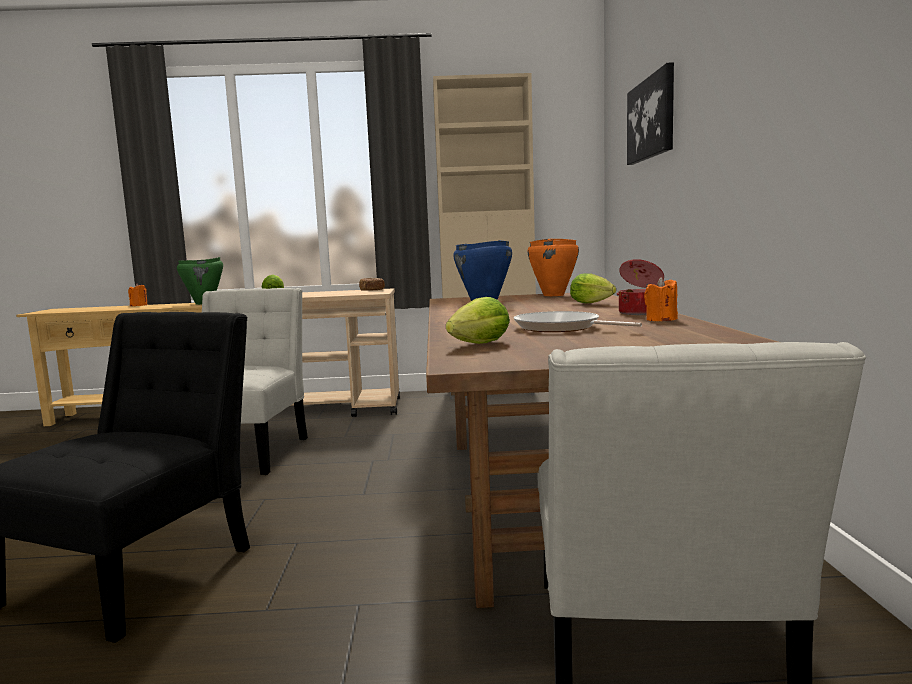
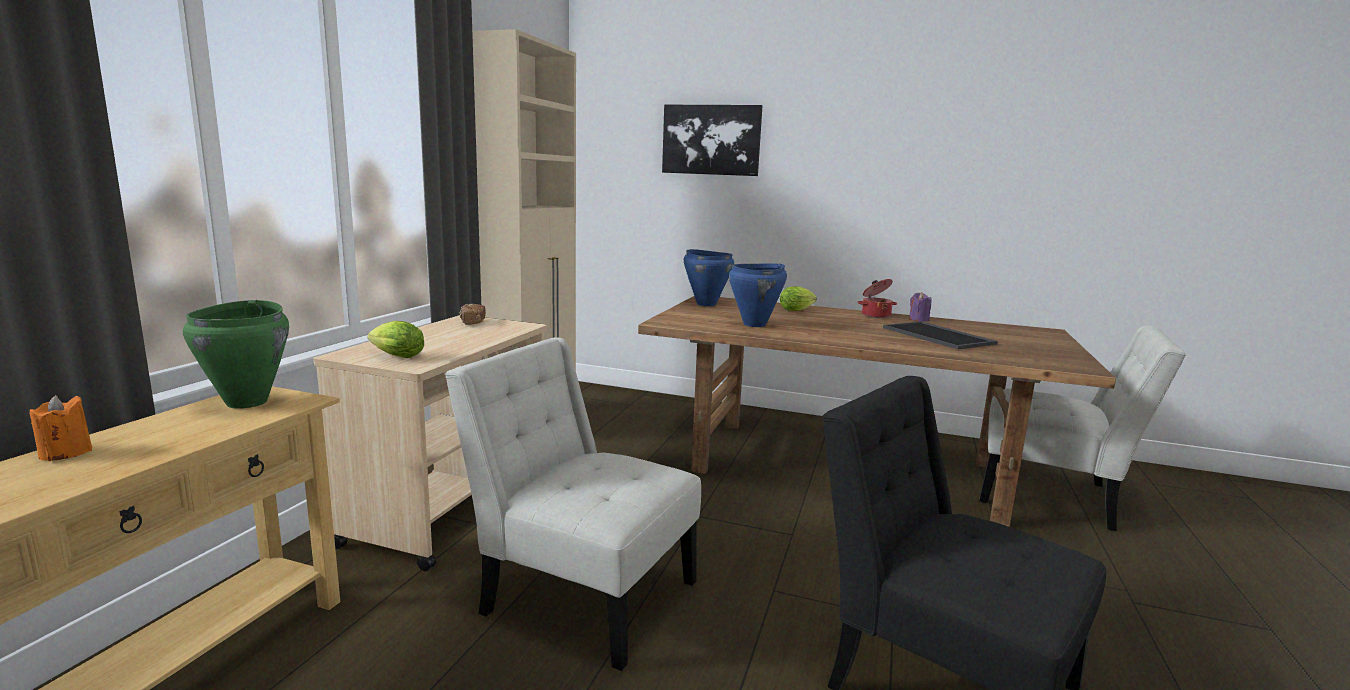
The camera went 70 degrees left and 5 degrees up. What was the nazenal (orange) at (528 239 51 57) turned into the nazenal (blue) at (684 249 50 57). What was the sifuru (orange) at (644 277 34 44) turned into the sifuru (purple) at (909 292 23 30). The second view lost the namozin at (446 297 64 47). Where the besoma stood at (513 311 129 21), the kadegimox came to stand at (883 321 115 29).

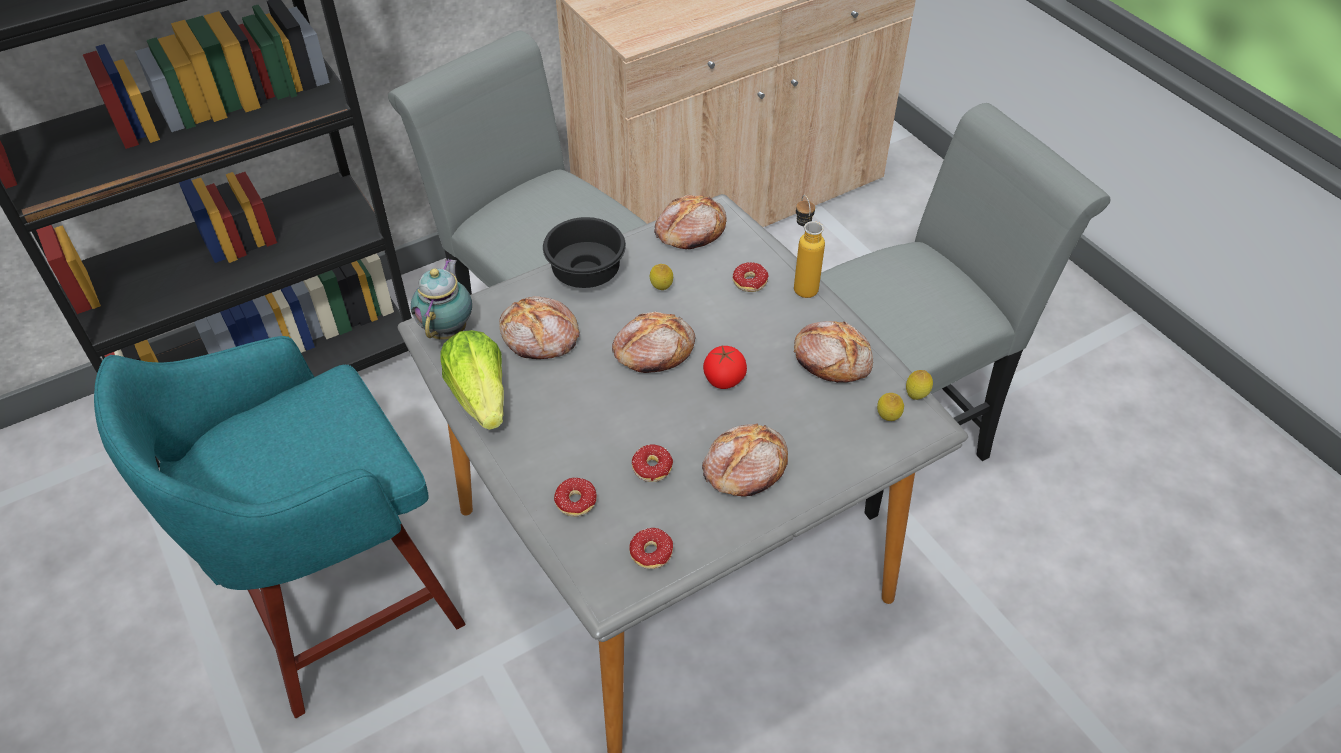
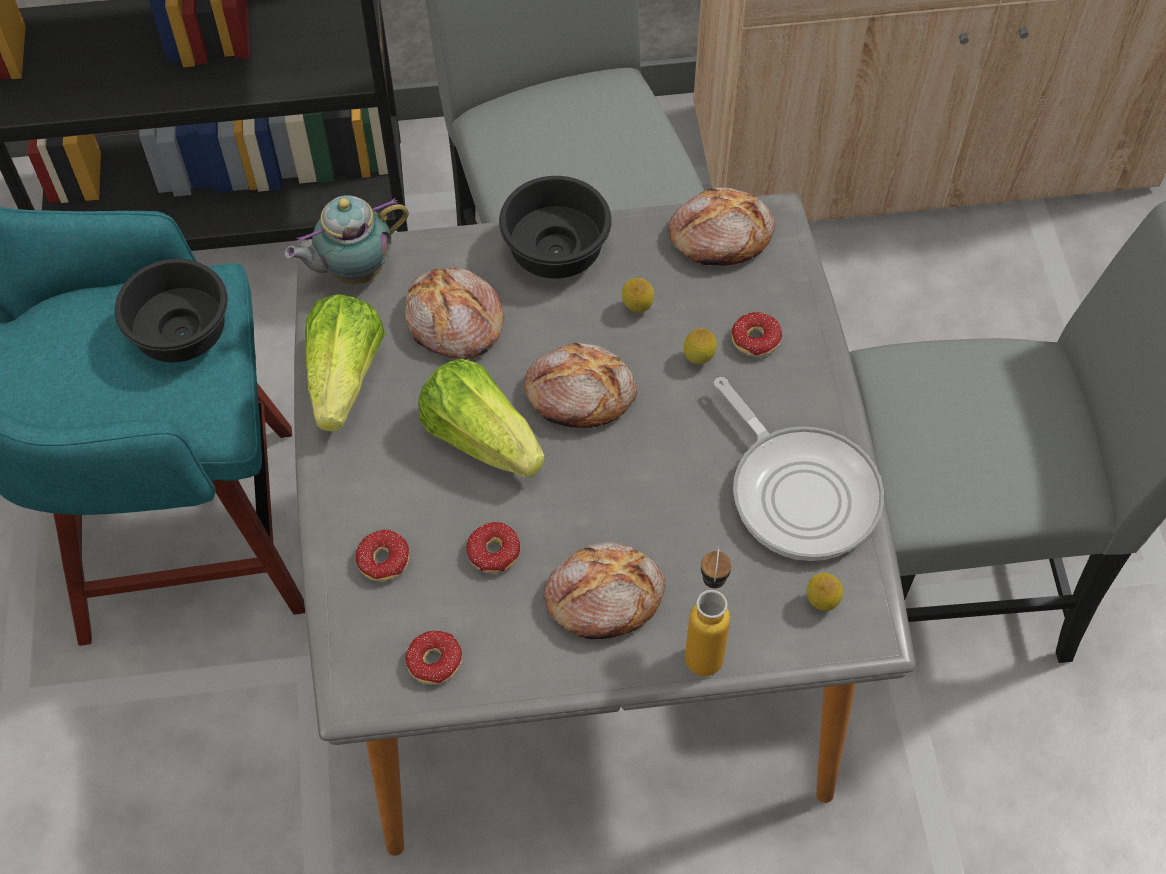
The camera went 25 degrees right and 10 degrees up. The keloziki ended up elsewhere, having gone from (794 195 31 103) to (685 546 46 130). The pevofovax at (411 259 61 81) ended up facing another way, 150 degrees counterclockwise from before. Where the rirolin stood at (794 321 79 62), the besoma came to stand at (714 377 170 184). The second view lost the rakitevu at (703 346 44 43). The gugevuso ended up elsewhere, having gone from (906 370 27 30) to (684 328 33 36). The second view gained the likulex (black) at (114 259 114 103). The second view gained the namozin at (418 358 127 120).

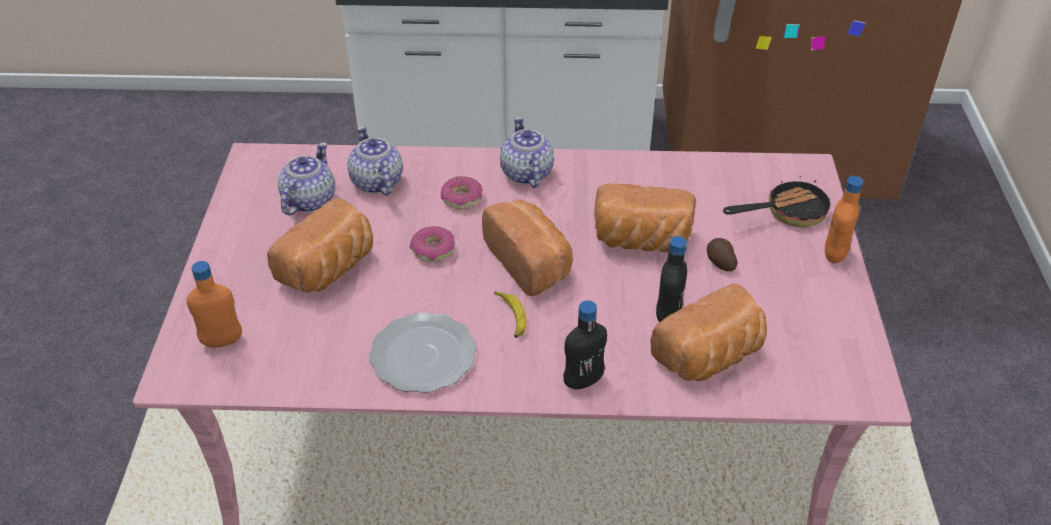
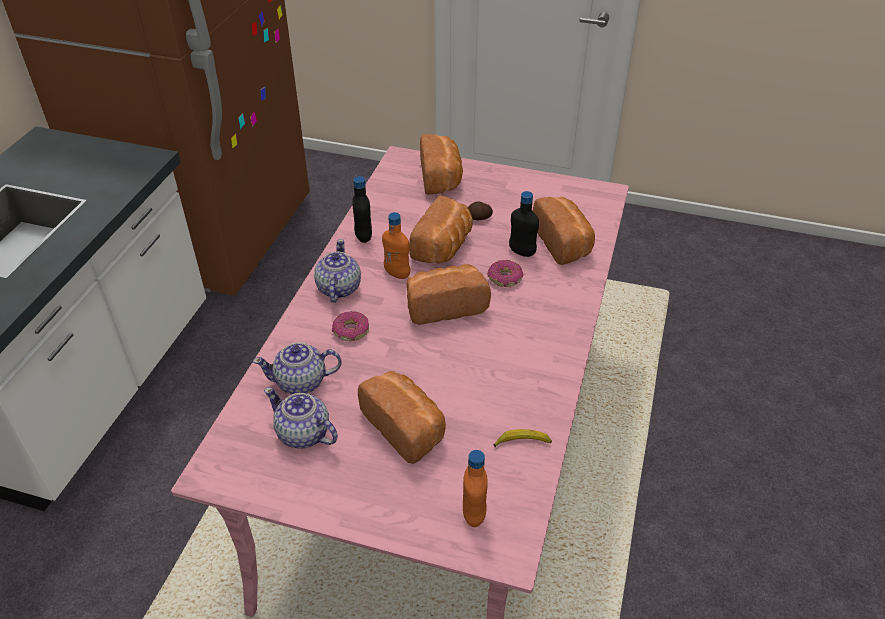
The camera went 75 degrees left and 0 degrees up. The pevofovax at (500 117 54 71) ended up facing another way, 90 degrees clockwise from before. Where the besoma stood at (723 176 107 51), the rirolin came to stand at (420 134 43 60). The keloziki (orange) ended up elsewhere, having gone from (825 176 38 87) to (382 212 28 67). The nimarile ended up elsewhere, having gone from (410 226 45 36) to (487 260 37 27). The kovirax ended up elsewhere, having gone from (494 291 32 47) to (494 429 58 18). The keloziki (black) ended up elsewhere, having gone from (563 300 44 90) to (352 176 20 67). The second view lost the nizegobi at (369 312 108 81).

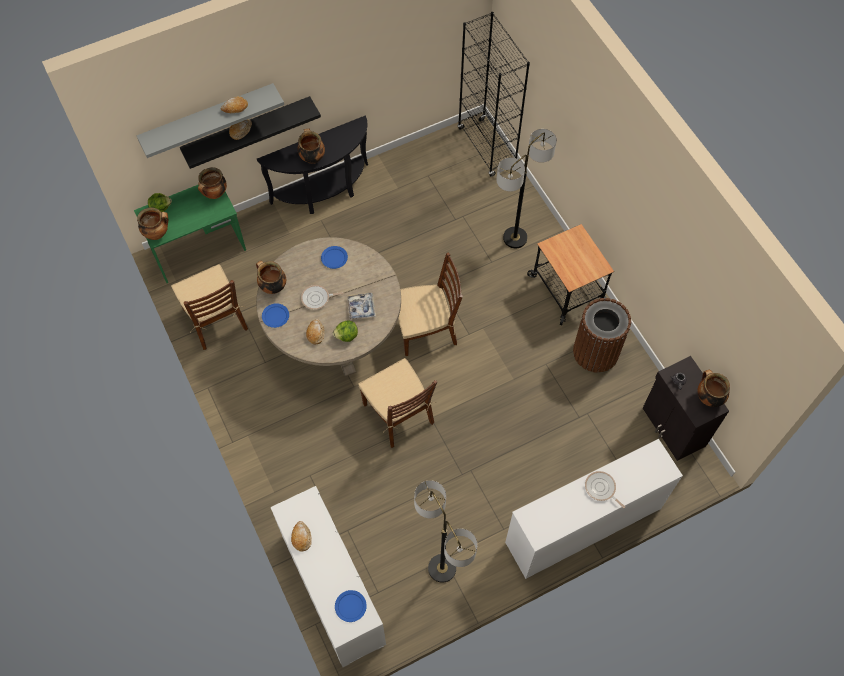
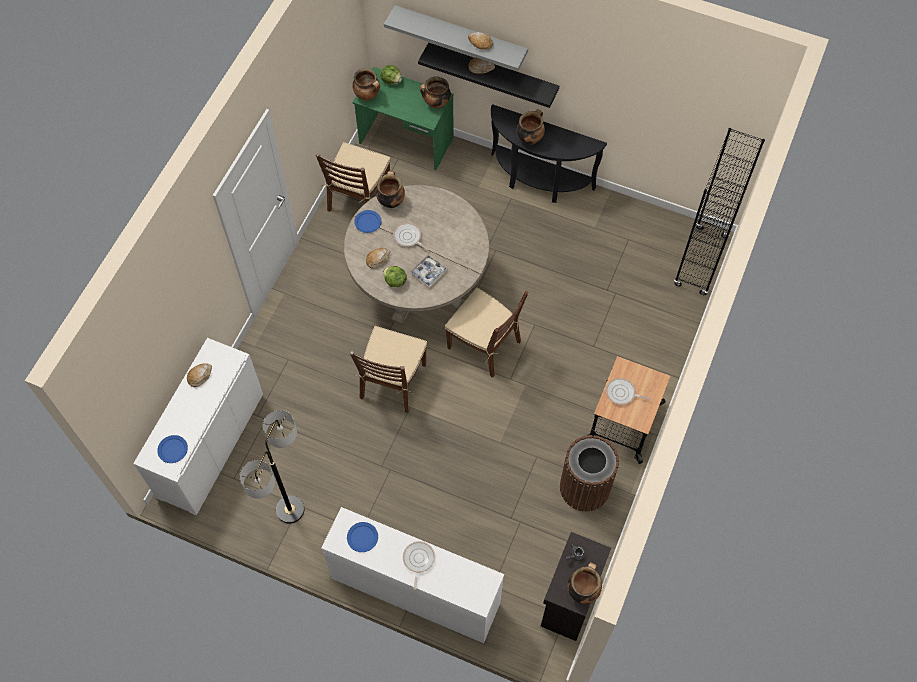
The camera went 50 degrees right and 0 degrees up. The second view lost the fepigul at (496 129 61 119). The nizegobi (blue) ended up elsewhere, having gone from (321 246 27 23) to (347 522 31 30). The second view gained the besoma at (606 378 45 27).

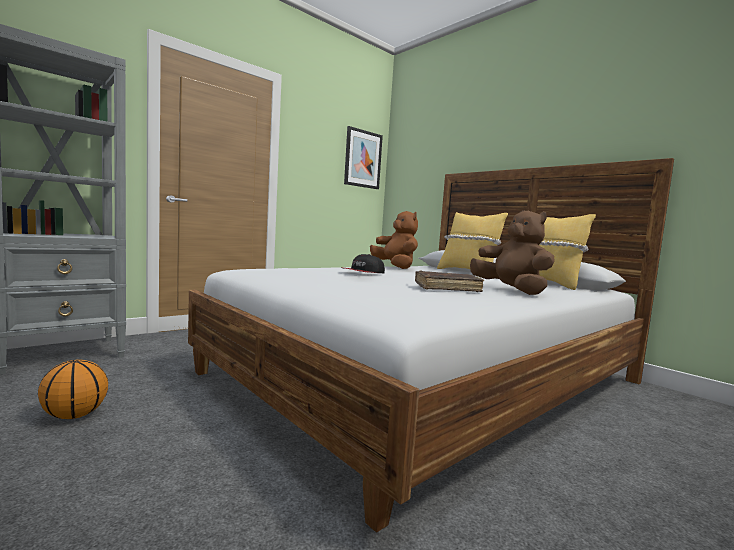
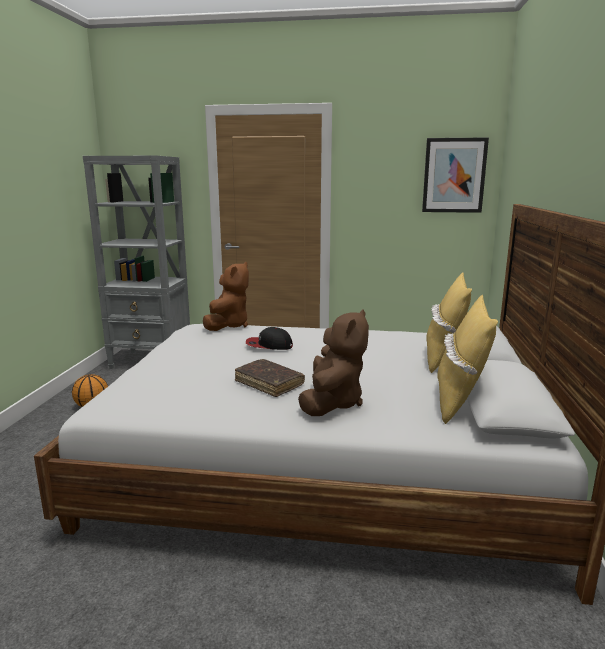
The camera went 50 degrees right and 10 degrees up. The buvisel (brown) ended up elsewhere, having gone from (370 211 48 58) to (203 262 46 69).

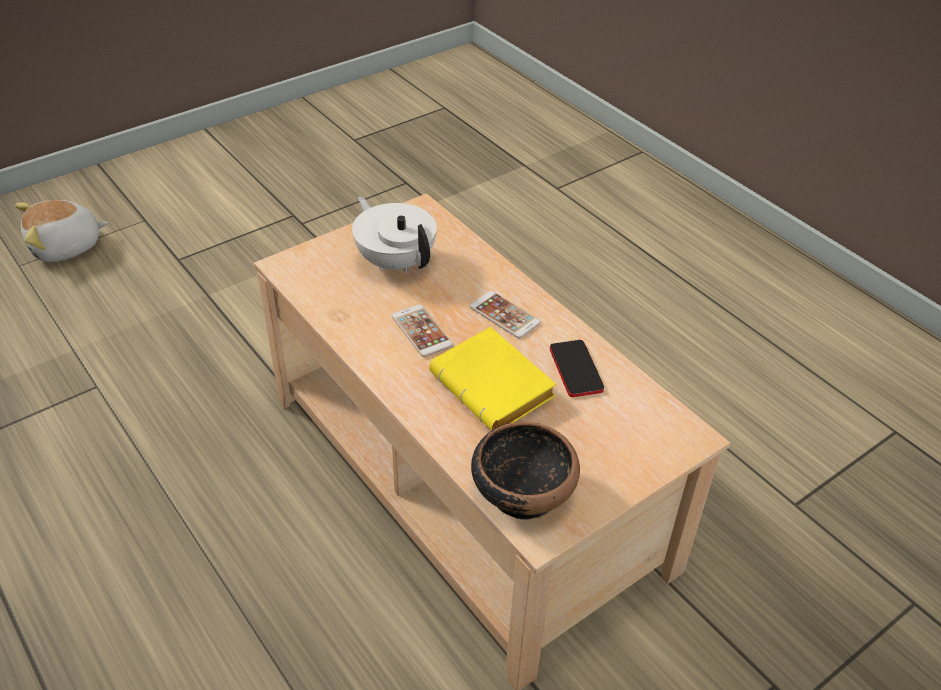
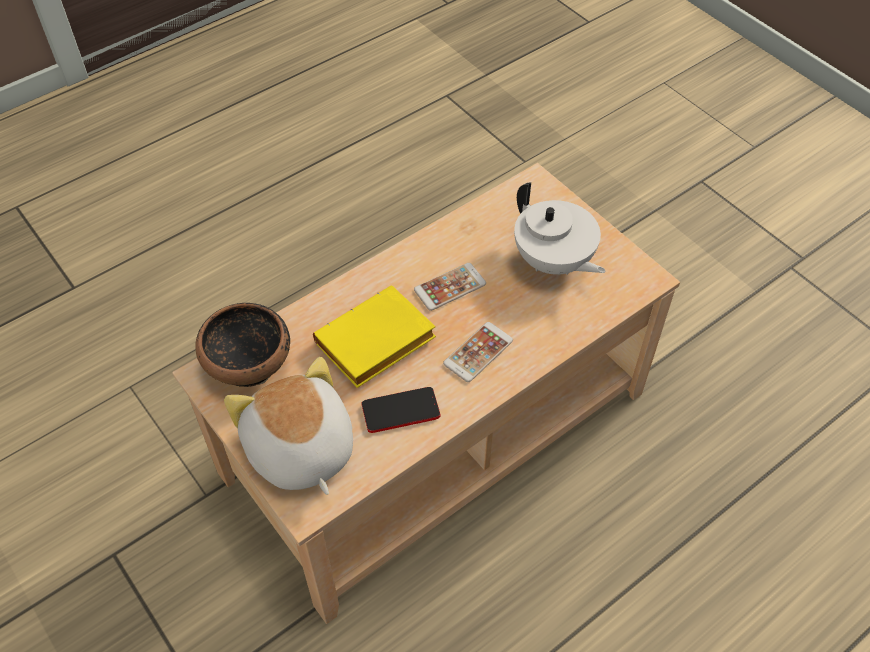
The camera went 90 degrees right and 10 degrees up. The pevofovax (white) at (352 196 85 77) ended up facing another way, 90 degrees clockwise from before. The buvisel ended up elsewhere, having gone from (15 200 93 62) to (224 357 129 138).

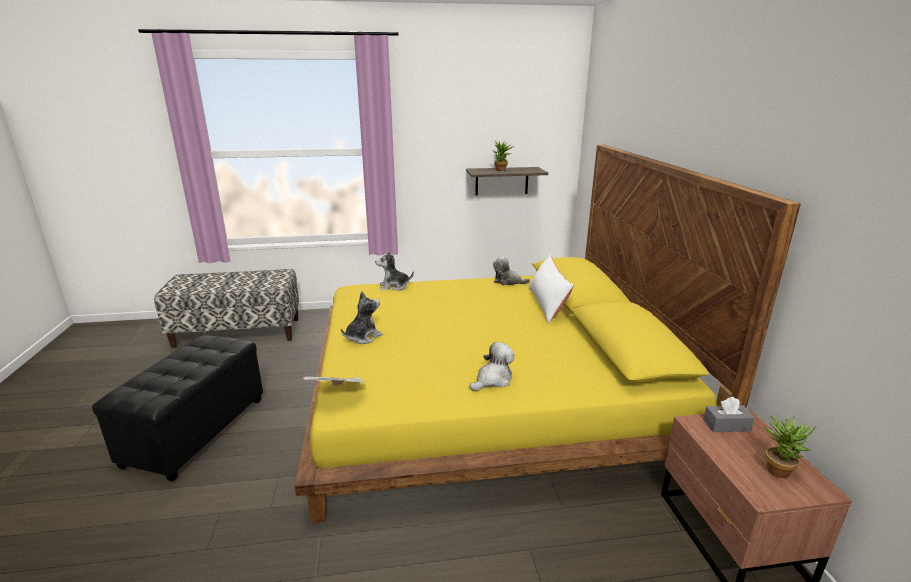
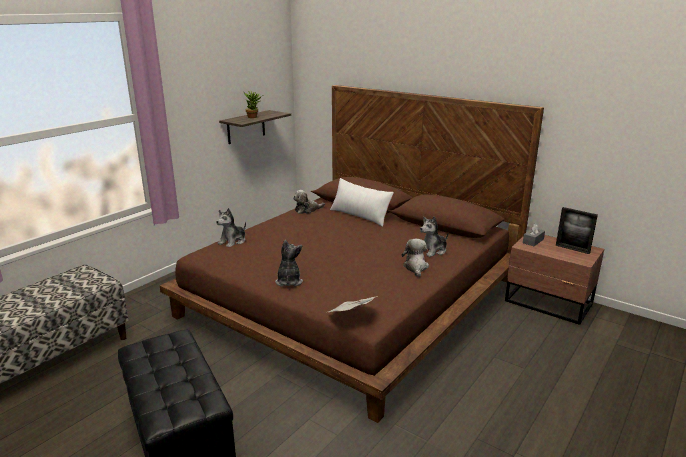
The camera went 45 degrees left and 0 degrees up. What was the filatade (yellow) at (295 145 506 378) turned into the filatade (brown) at (160 85 384 338). Where the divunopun stood at (764 415 52 63), the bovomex came to stand at (556 207 42 47). The second view gained the buvisel at (420 216 29 41).

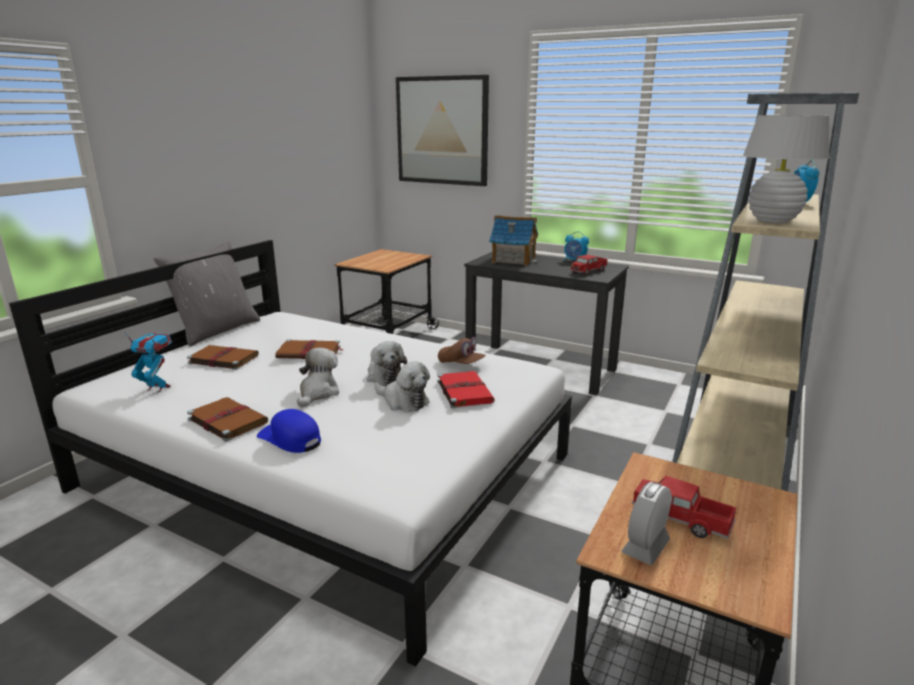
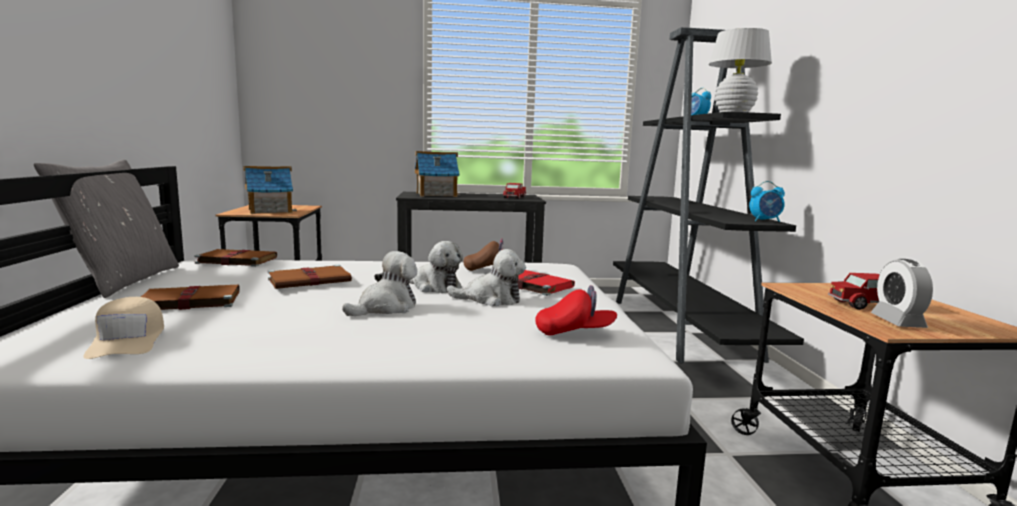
The camera went 35 degrees left and 10 degrees down. The second view lost the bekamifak at (396 75 93 111). What was the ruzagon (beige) at (672 93 187 398) turned into the ruzagon (black) at (613 27 191 337). The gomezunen ended up elsewhere, having gone from (564 232 25 28) to (749 181 36 41). Where the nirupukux stood at (124 332 48 61), the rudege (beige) came to stand at (84 297 80 62). The buvisel at (297 348 42 60) ended up facing another way, 60 degrees clockwise from before. The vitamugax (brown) ended up elsewhere, having gone from (187 397 81 45) to (193 249 84 18). The second view lost the rudege (blue) at (257 409 64 44). The second view gained the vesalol at (243 166 54 48). The second view gained the rudege (red) at (535 285 82 50).

